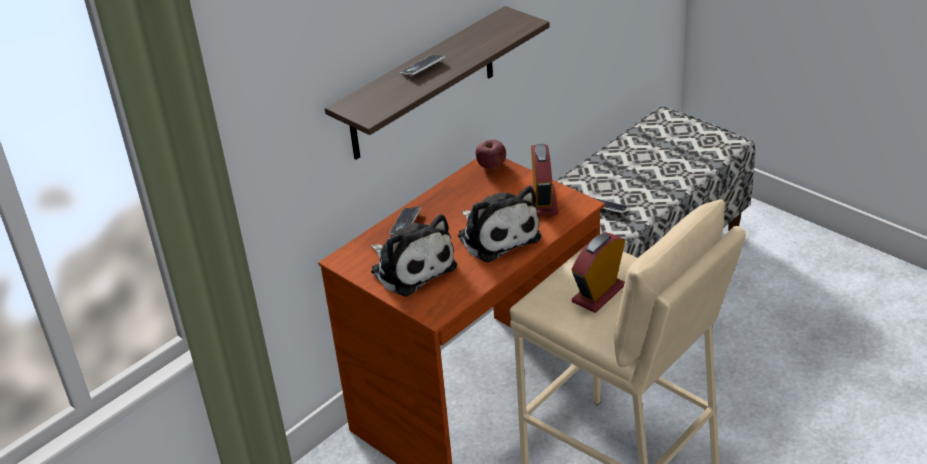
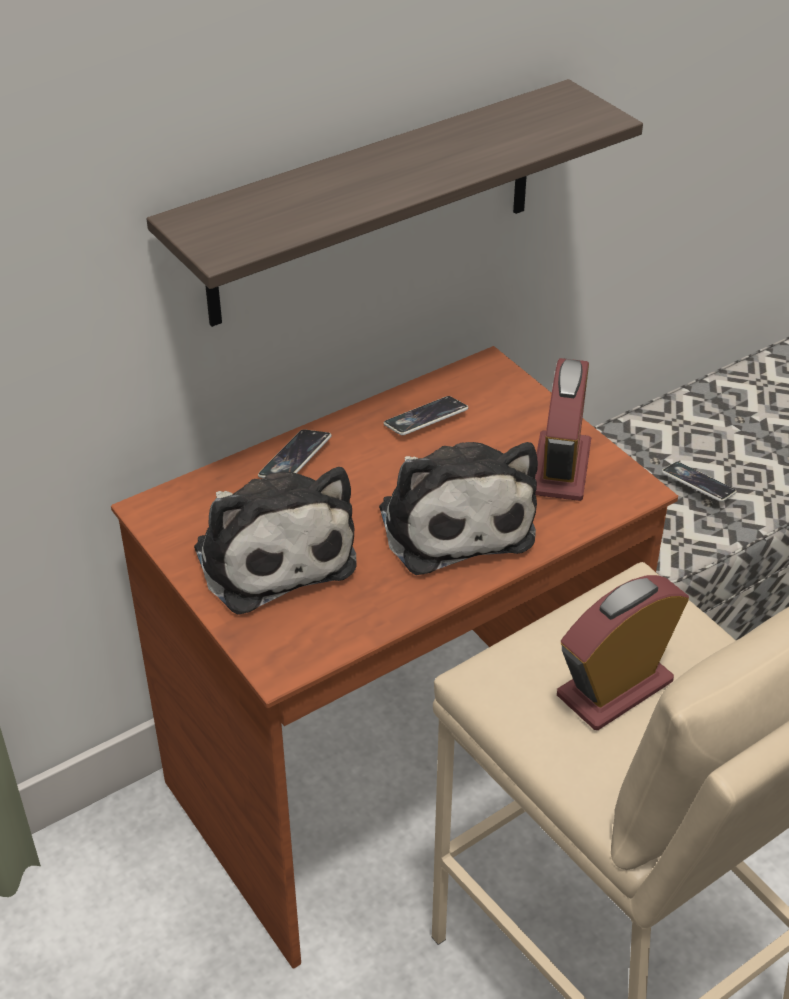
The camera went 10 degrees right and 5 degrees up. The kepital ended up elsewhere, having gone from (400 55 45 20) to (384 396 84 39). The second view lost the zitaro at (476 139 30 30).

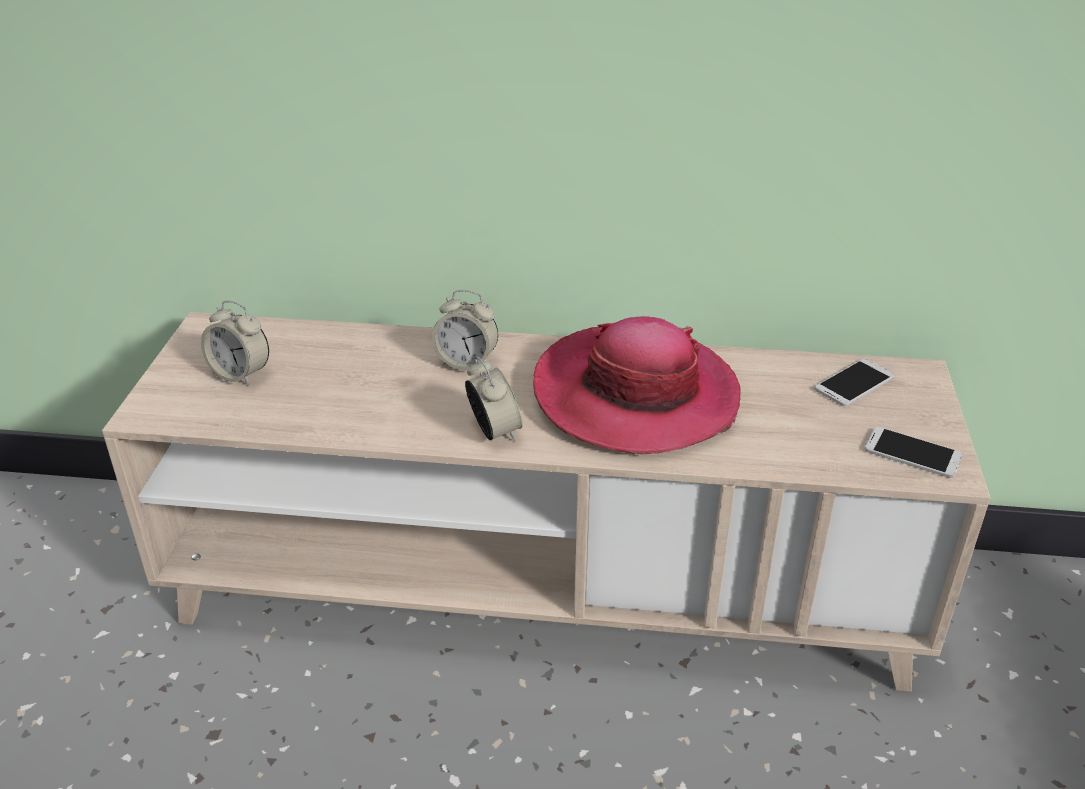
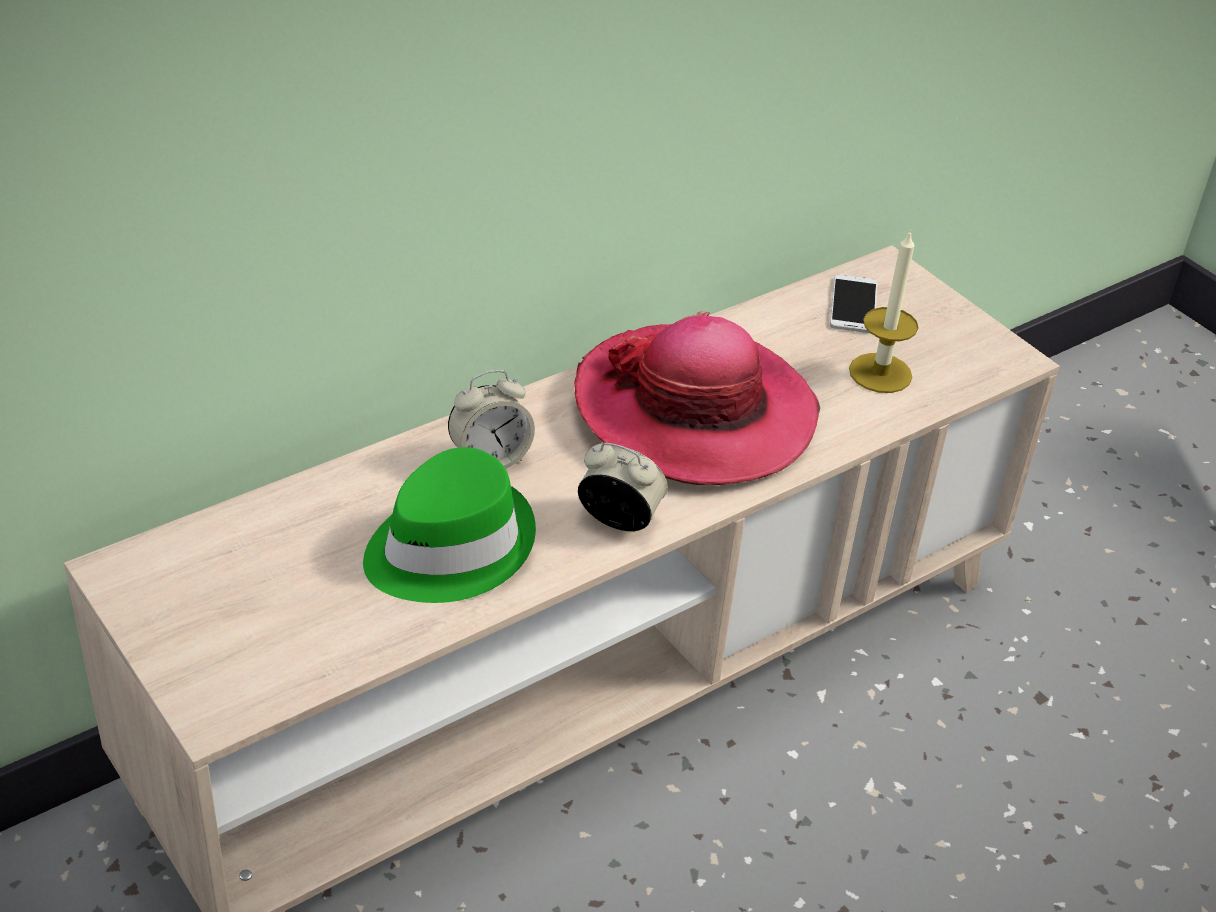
The camera went 45 degrees left and 5 degrees up. The second view lost the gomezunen at (201 300 68 85). The second view lost the kepital at (864 427 99 51). The second view gained the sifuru at (849 230 70 163). The second view gained the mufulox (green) at (363 447 173 156).

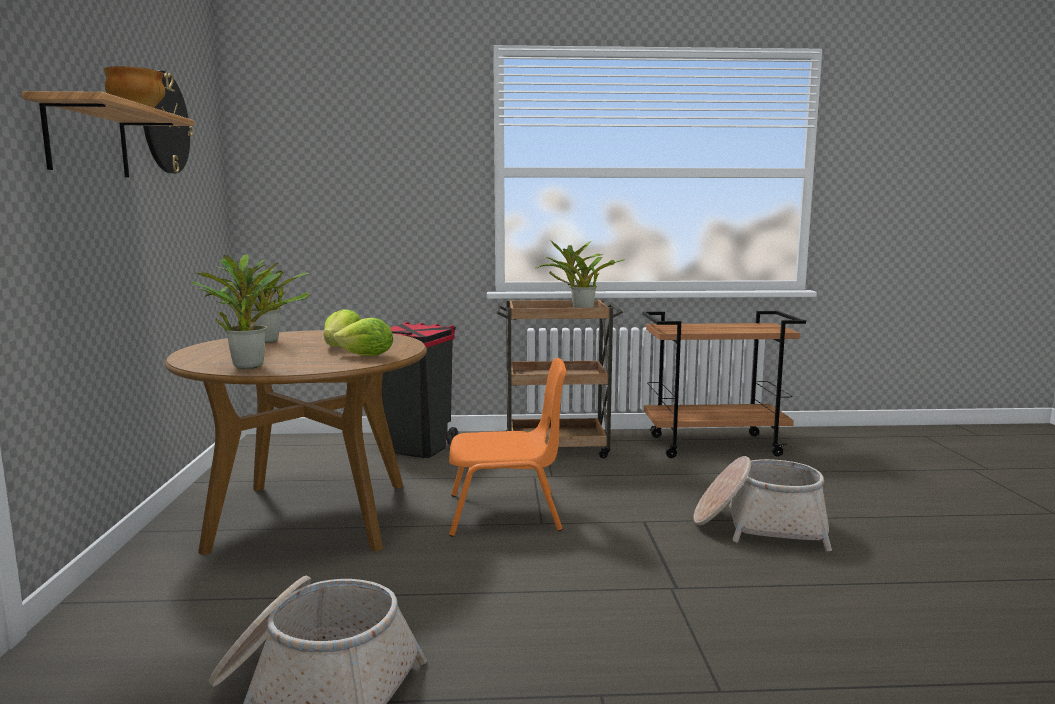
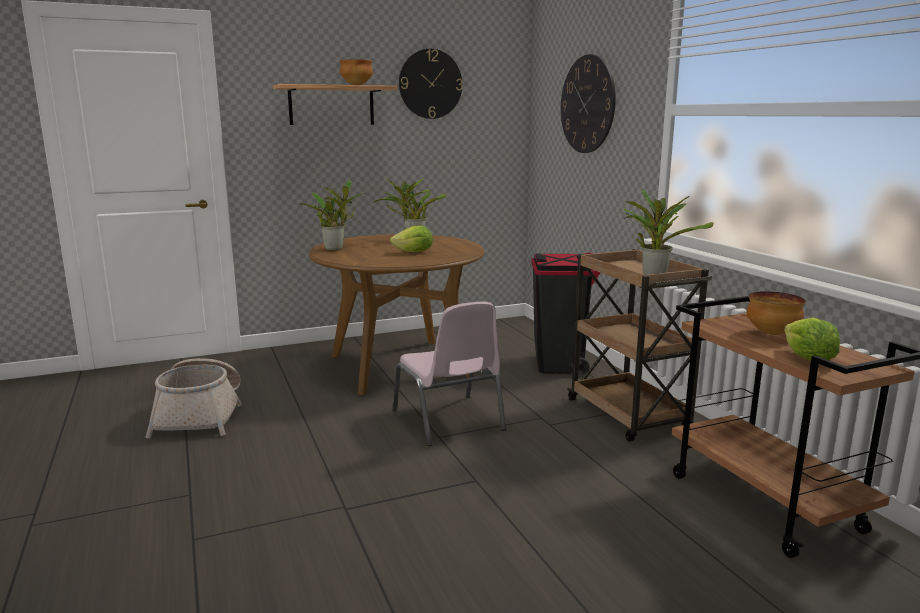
The camera went 70 degrees right and 5 degrees up. The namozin ended up elsewhere, having gone from (333 318 60 38) to (784 317 56 44). What was the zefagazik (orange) at (449 358 117 179) turned into the zefagazik (pink) at (392 302 114 144). The second view lost the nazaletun at (693 456 139 95). The second view gained the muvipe at (561 54 55 99). The second view gained the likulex at (746 291 59 44).

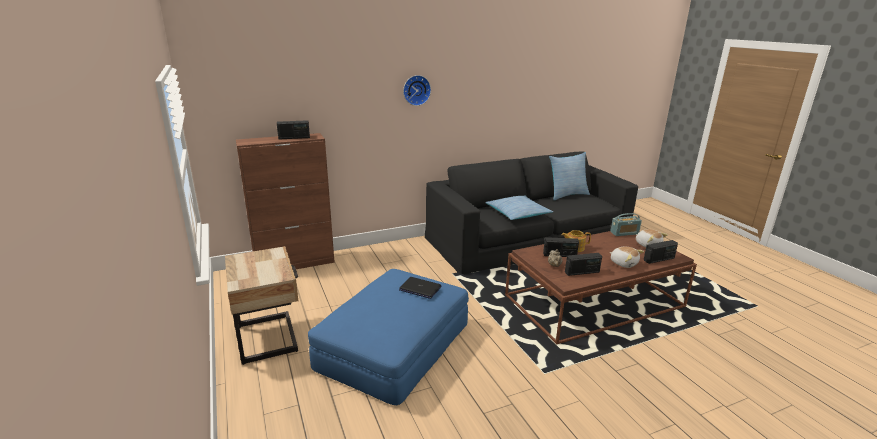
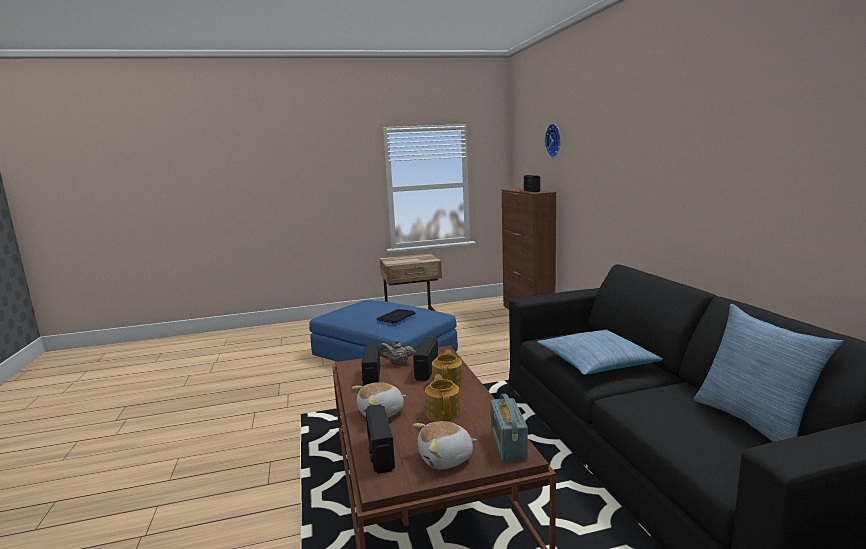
The camera went 100 degrees right and 10 degrees down. The muvipe ended up elsewhere, having gone from (403 75 28 31) to (545 124 16 34). The second view gained the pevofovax at (425 374 35 47).

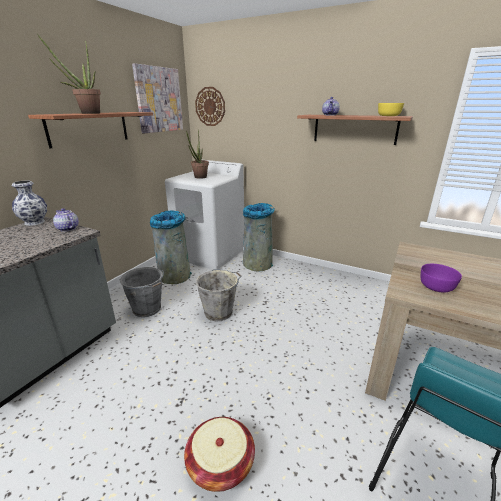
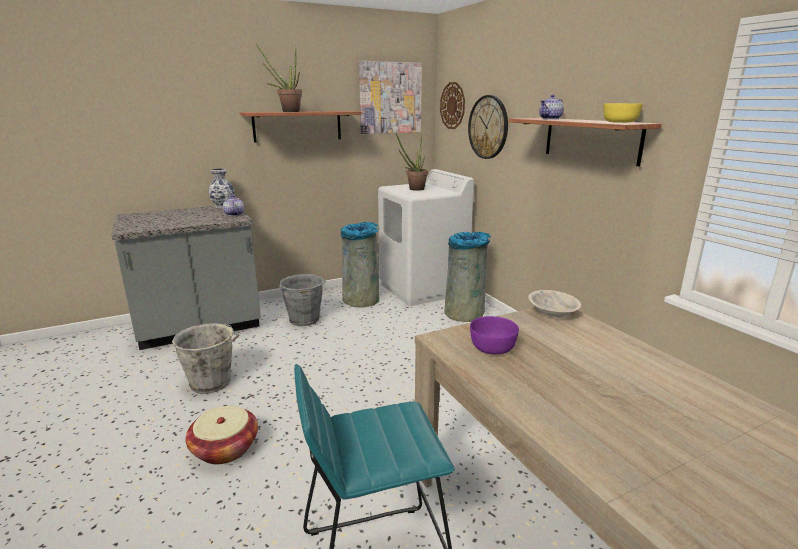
The camera went 35 degrees right and 5 degrees down. The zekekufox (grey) ended up elsewhere, having gone from (196 269 45 53) to (172 323 67 71). The second view gained the muvipe at (468 95 40 64). The second view gained the likulex (beige) at (528 290 53 28).

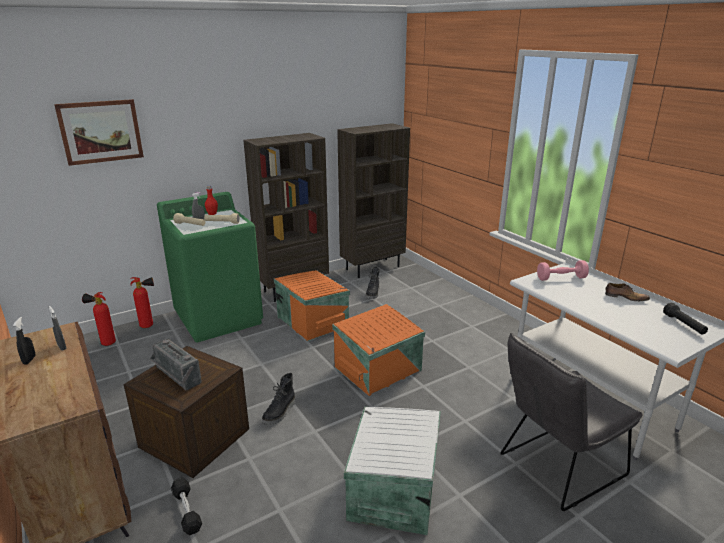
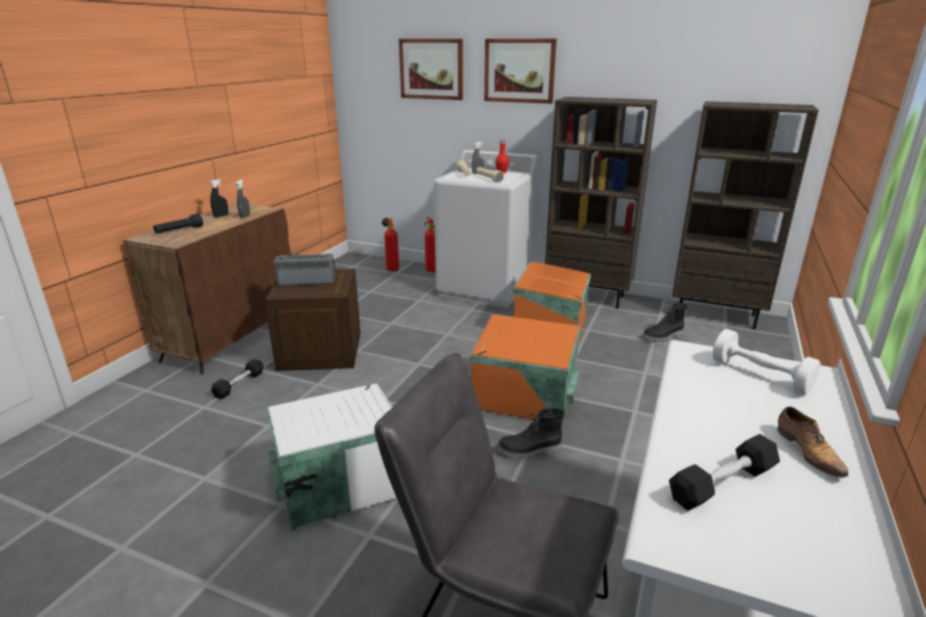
The camera went 55 degrees right and 0 degrees up. What was the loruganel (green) at (157 192 106 150) turned into the loruganel (white) at (434 150 105 158). What was the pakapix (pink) at (537 260 52 21) turned into the pakapix (white) at (712 329 109 66). The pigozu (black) ended up elsewhere, having gone from (663 303 45 32) to (153 213 50 21). The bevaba at (150 339 52 51) ended up facing another way, 75 degrees clockwise from before. The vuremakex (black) ended up elsewhere, having gone from (262 373 33 52) to (497 408 68 51). The second view gained the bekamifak at (484 39 73 65). The second view gained the pakapix (black) at (669 434 111 77).

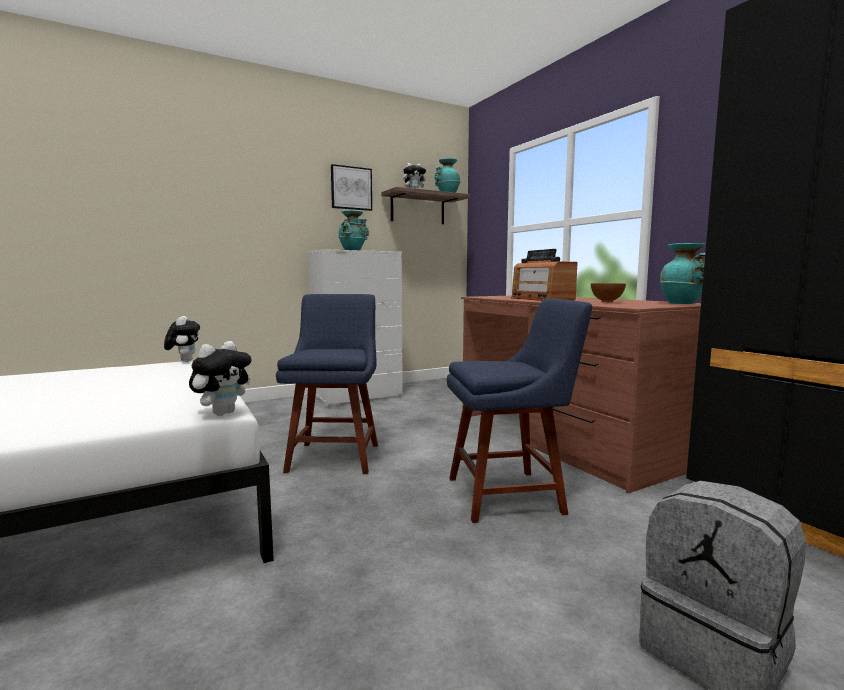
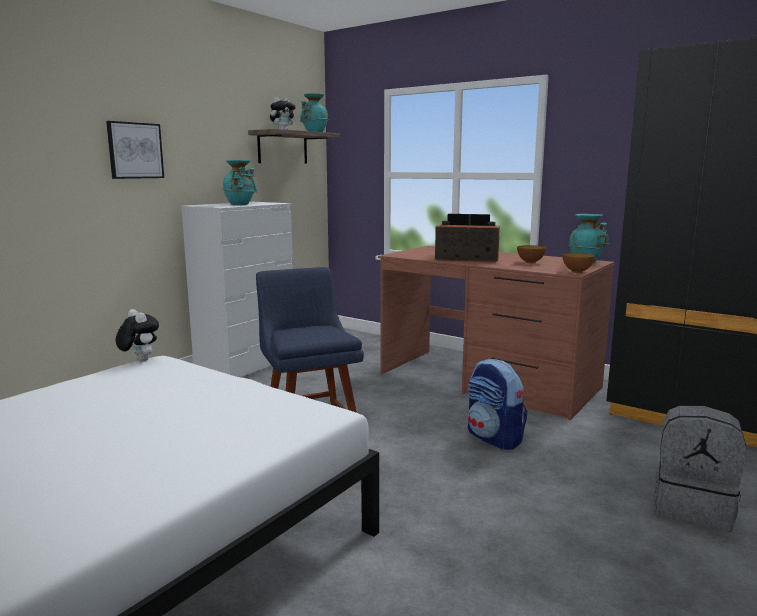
The camera went 25 degrees left and 5 degrees up. The bekamifak ended up elsewhere, having gone from (331 164 41 47) to (106 121 58 58). The bevaba at (511 249 66 52) ended up facing another way, 150 degrees clockwise from before. Where the zefagazik (blue) stood at (447 298 145 225), the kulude came to stand at (468 359 59 91). The second view lost the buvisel at (189 341 63 75). The second view gained the likulex at (563 253 32 20).

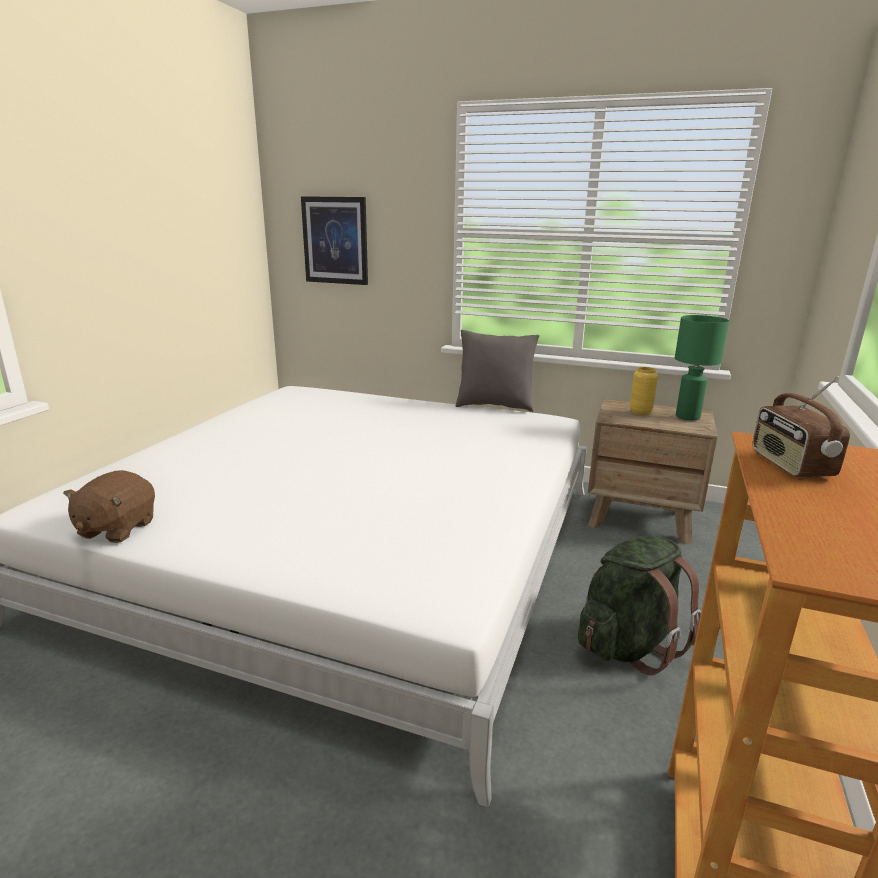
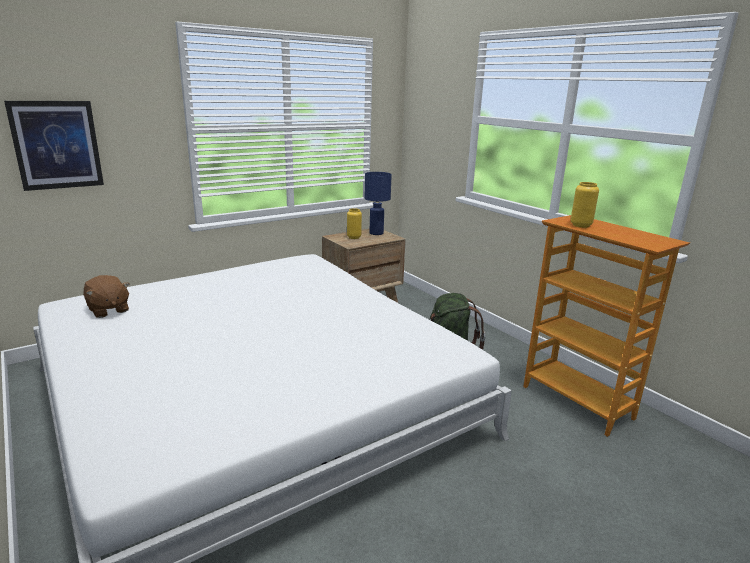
The camera went 55 degrees left and 0 degrees up. What was the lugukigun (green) at (675 315 54 105) turned into the lugukigun (blue) at (365 172 27 63). The second view lost the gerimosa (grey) at (456 330 84 82). Where the bevaba stood at (753 376 97 102), the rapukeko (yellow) came to stand at (570 182 29 46). The buvisel (brown) ended up elsewhere, having gone from (63 470 92 73) to (83 275 47 43).

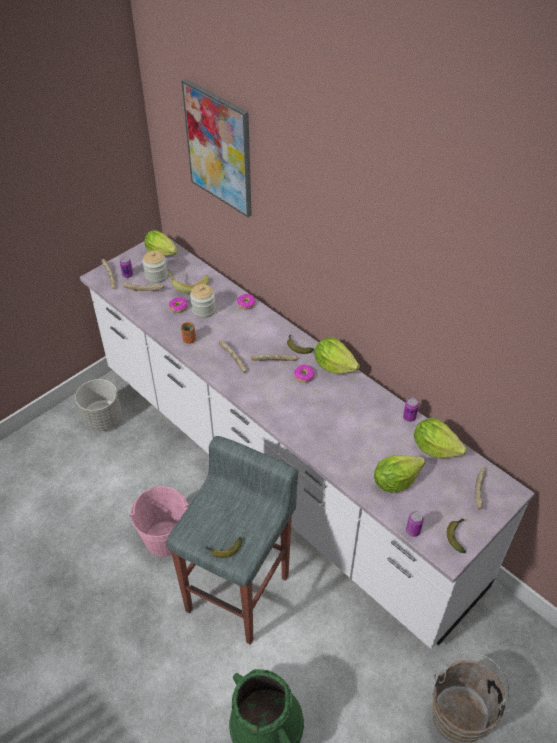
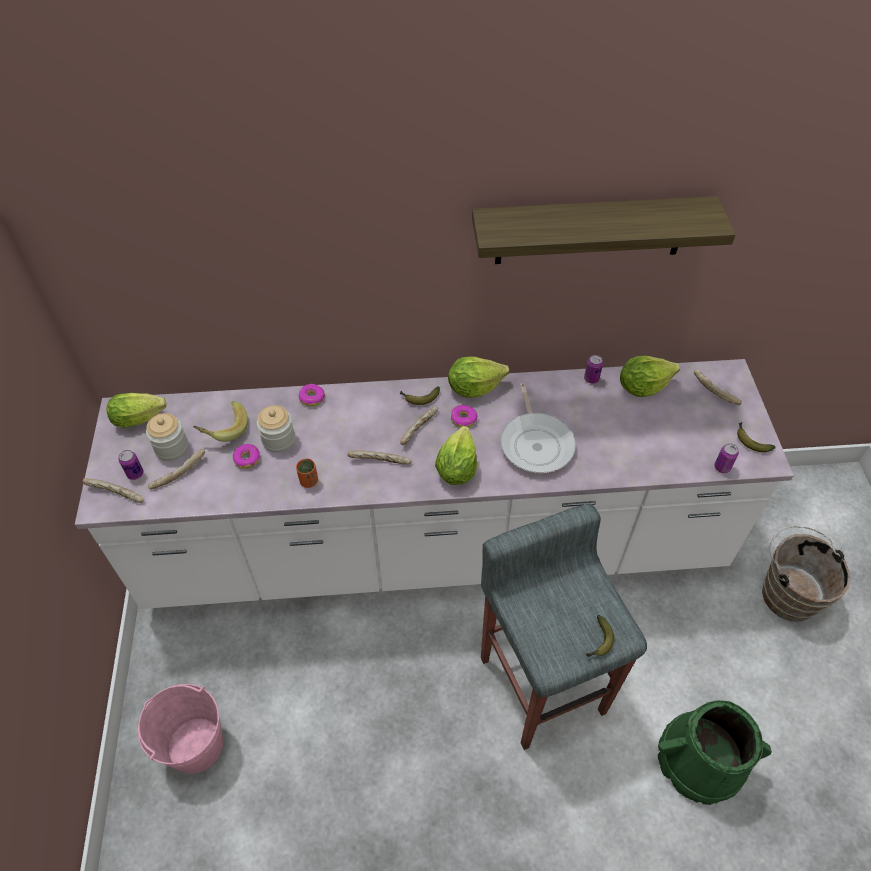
The camera went 50 degrees left and 5 degrees up. The second view lost the bekamifak at (181 79 71 138). The second view lost the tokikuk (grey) at (75 379 47 52). The namozin ended up elsewhere, having gone from (374 455 51 38) to (435 426 42 59). The zekekufox (pink) ended up elsewhere, having gone from (129 486 60 71) to (138 684 85 90). The second view gained the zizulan at (472 196 264 68). The second view gained the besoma at (500 383 76 90).

